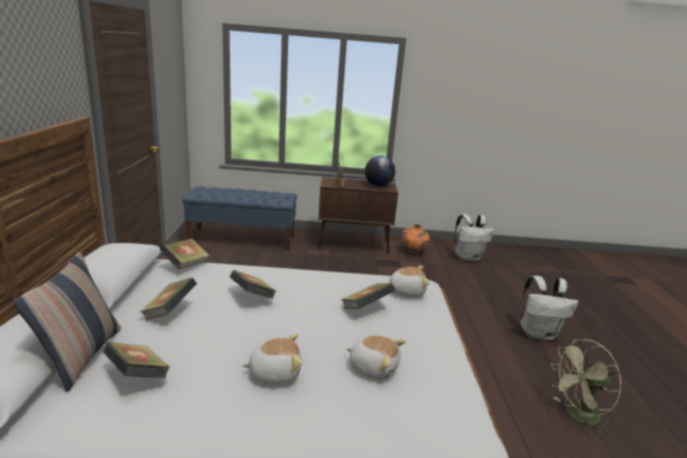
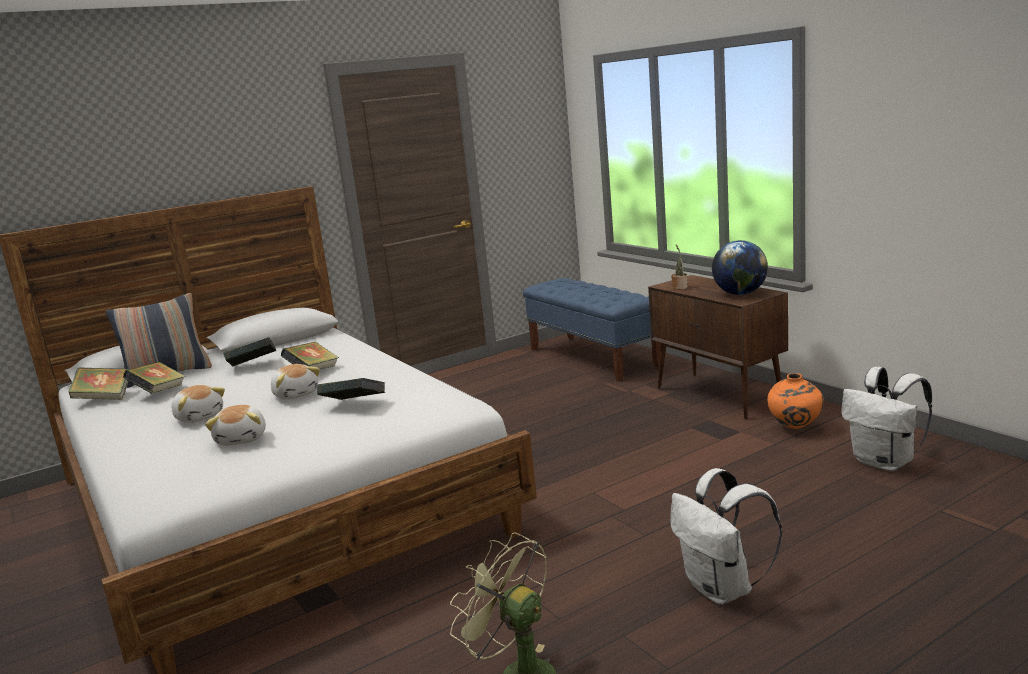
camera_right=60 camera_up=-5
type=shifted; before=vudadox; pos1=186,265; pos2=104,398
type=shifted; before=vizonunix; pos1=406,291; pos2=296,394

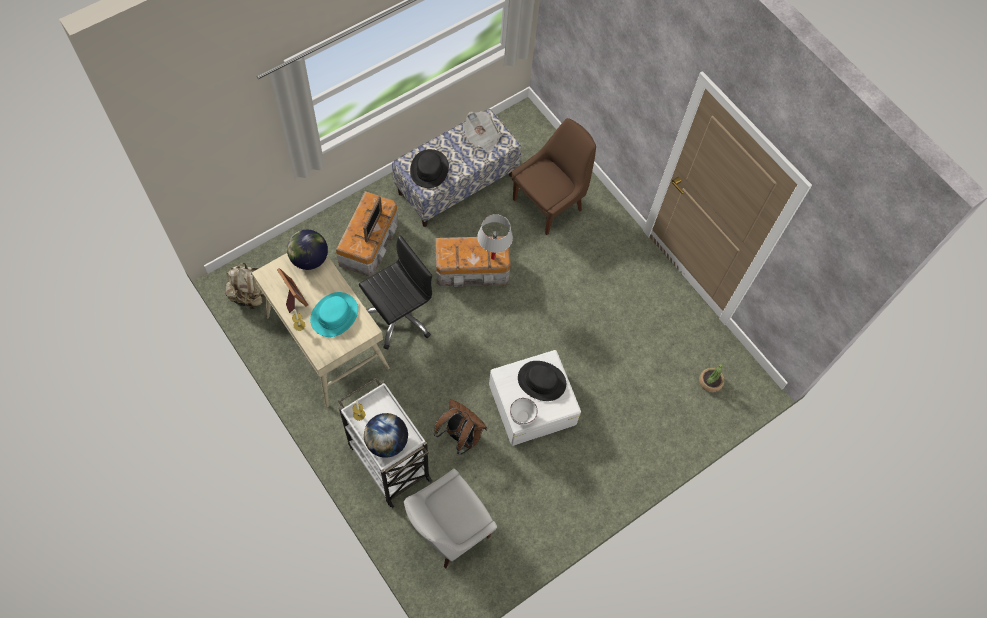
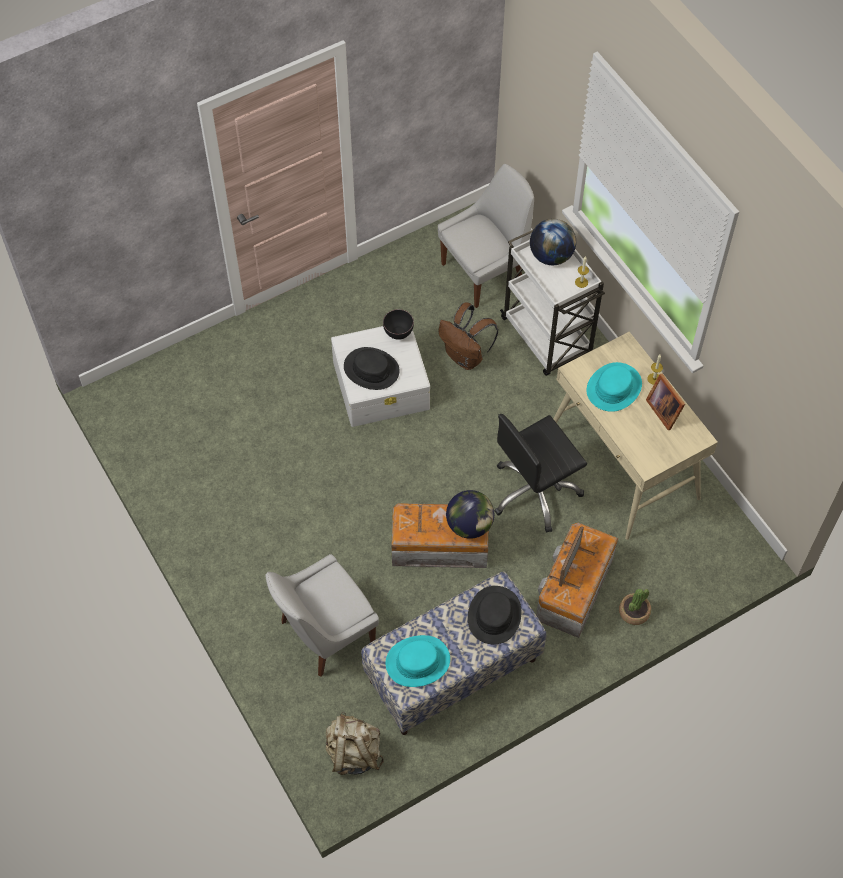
camera_right=-170 camera_up=-5
type=shifted; before=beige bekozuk; pos1=249,295; pos2=353,753
type=shifted; before=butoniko; pos1=309,259; pos2=469,525
type=swapped; before=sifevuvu; after=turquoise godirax; pos1=481,138; pos2=417,661
type=gone; before=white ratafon; pos1=493,257
type=repainted; before=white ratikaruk; after=black ratikaruk; pos1=523,417; pos2=397,334
type=repainted; before=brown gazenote; after=white gazenote; pos1=549,203; pos2=324,634
type=shifted; before=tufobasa; pos1=710,382; pos2=634,612

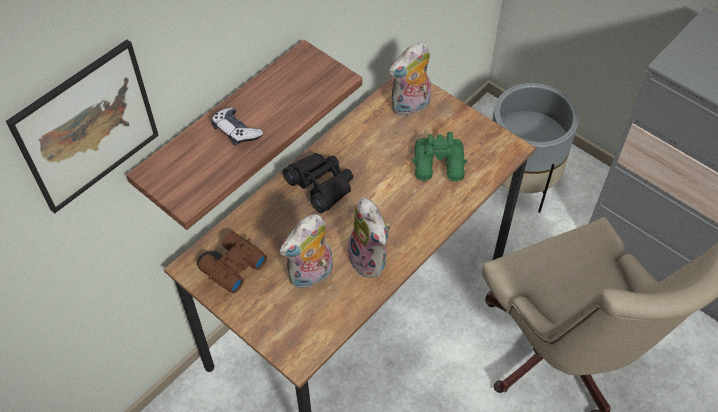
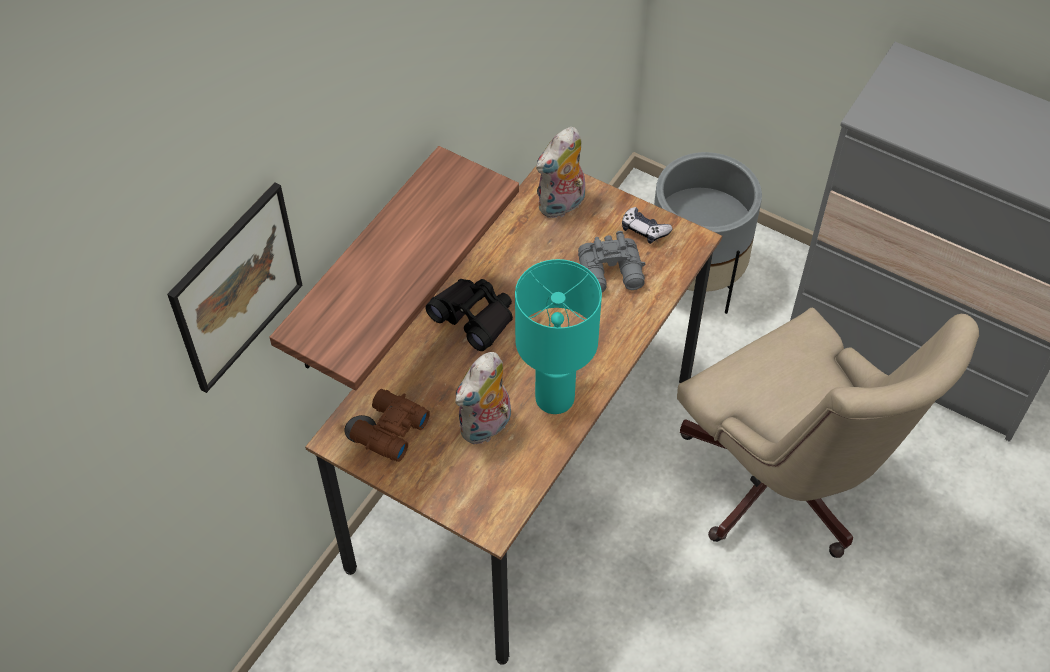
camera_right=-10 camera_up=0
type=shifted; before=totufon; pos1=236,131; pos2=644,230
type=swapped; before=vizonunix; after=turquoise ratafon; pos1=371,259; pos2=553,398
type=repainted; before=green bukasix; after=grey bukasix; pos1=439,166; pos2=612,274

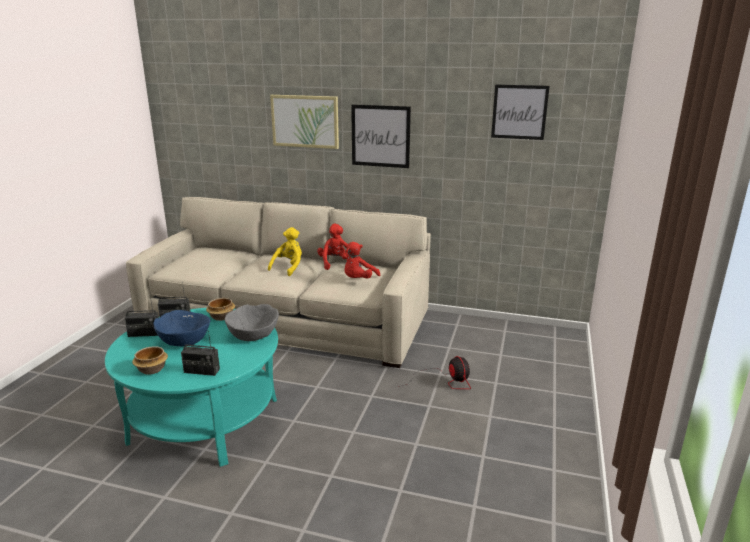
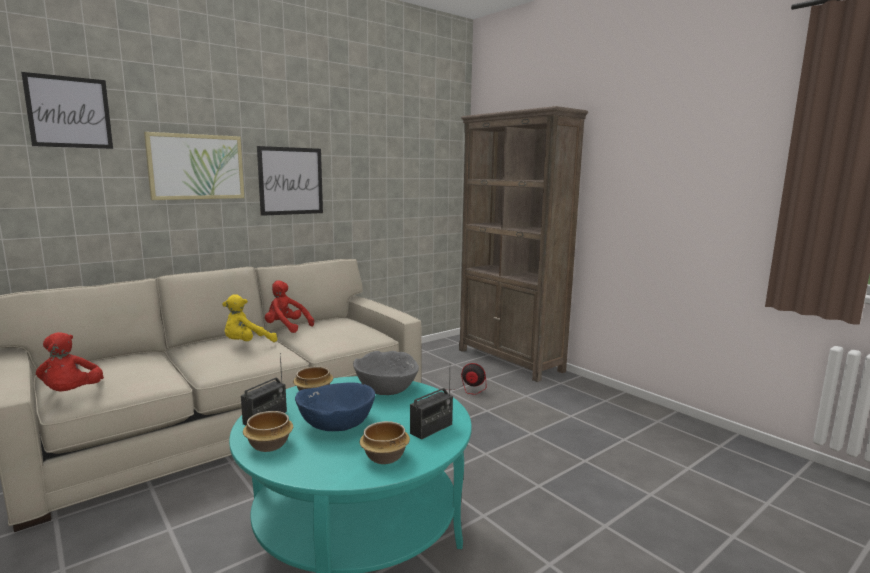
camera_right=-55 camera_up=-10
type=swapped; before=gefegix; after=ratikaruk; pos1=144,333; pos2=269,444
type=rotated; before=yellow vizonunix; pos1=289,267; pos2=247,344; turn=-105
type=shifted; before=red vizonunix; pos1=358,280; pos2=72,394
type=shifted; before=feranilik; pos1=519,112; pos2=69,112
type=new; after=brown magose; pos2=510,360

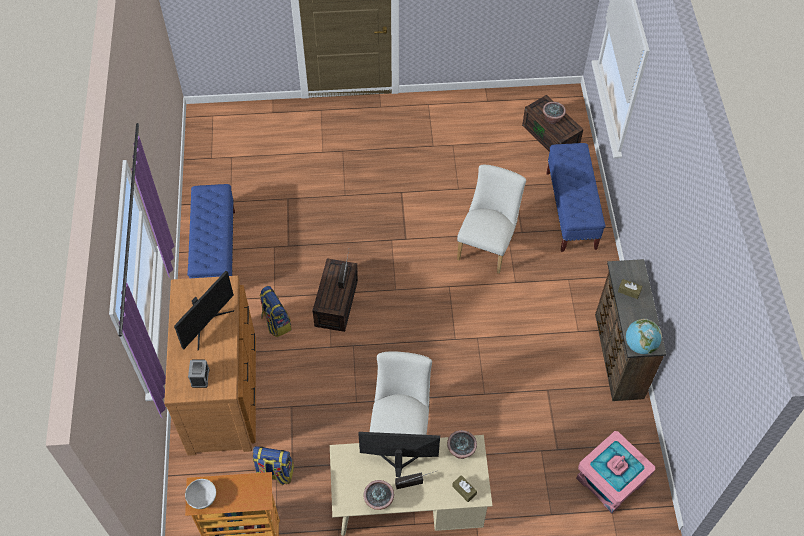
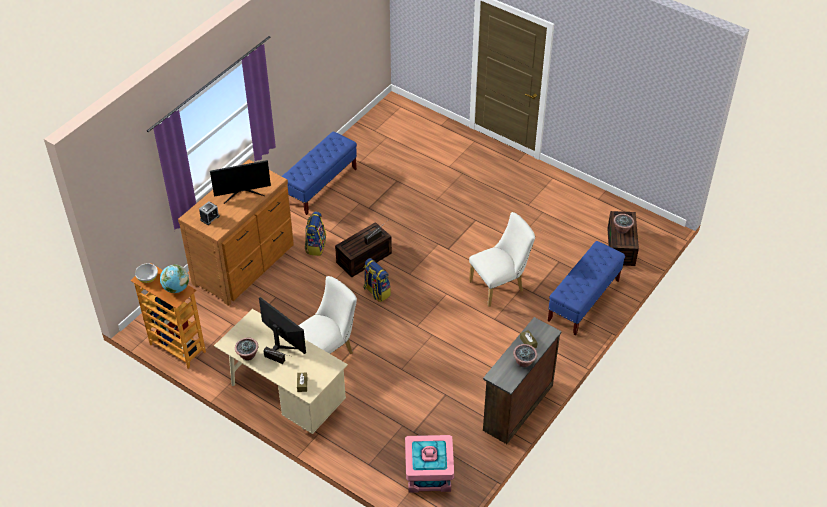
camera_right=40 camera_up=-10
type=shifted; before=bekozuk; pos1=275,473; pos2=376,292
type=shifted; before=tufobasa; pos1=461,450; pos2=524,362
type=shifted; before=butoniko; pos1=640,345; pos2=176,288

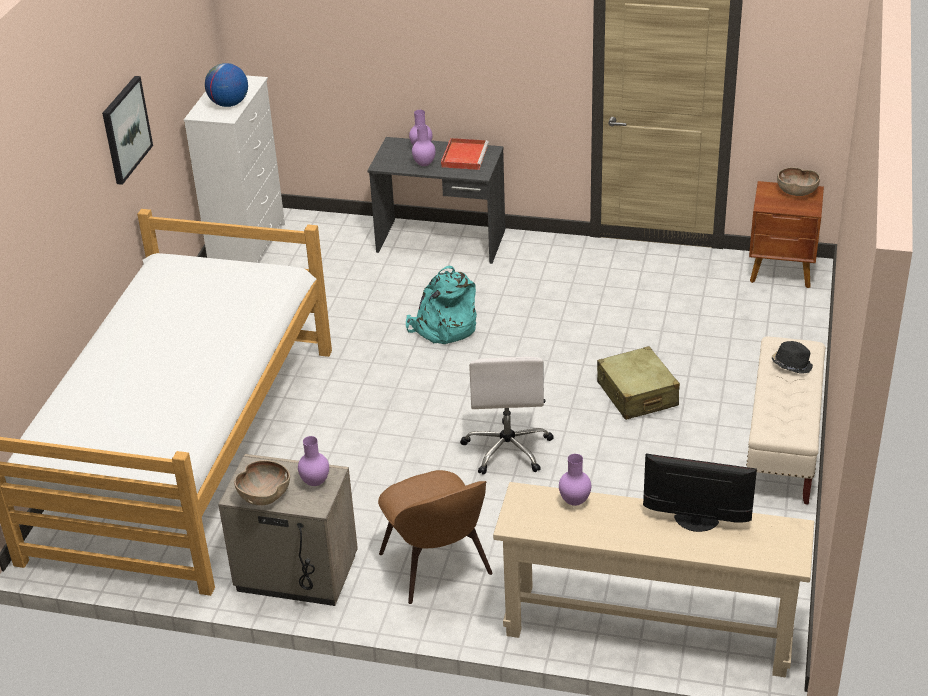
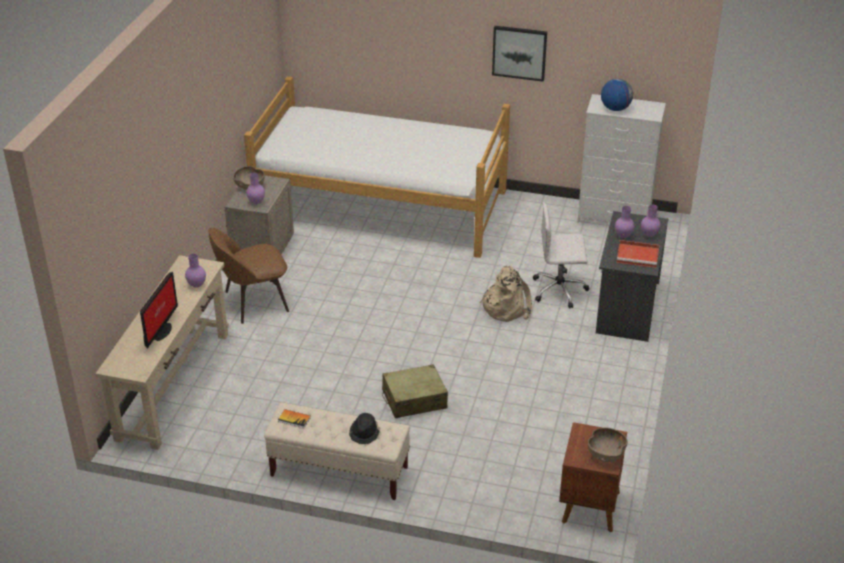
camera_right=90 camera_up=0
type=repainted; before=turquoise bekozuk; after=beige bekozuk; pos1=443,328; pos2=506,307
type=shifted; before=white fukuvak; pos1=508,448; pos2=560,290
type=new; after=vudadox; pos2=294,419

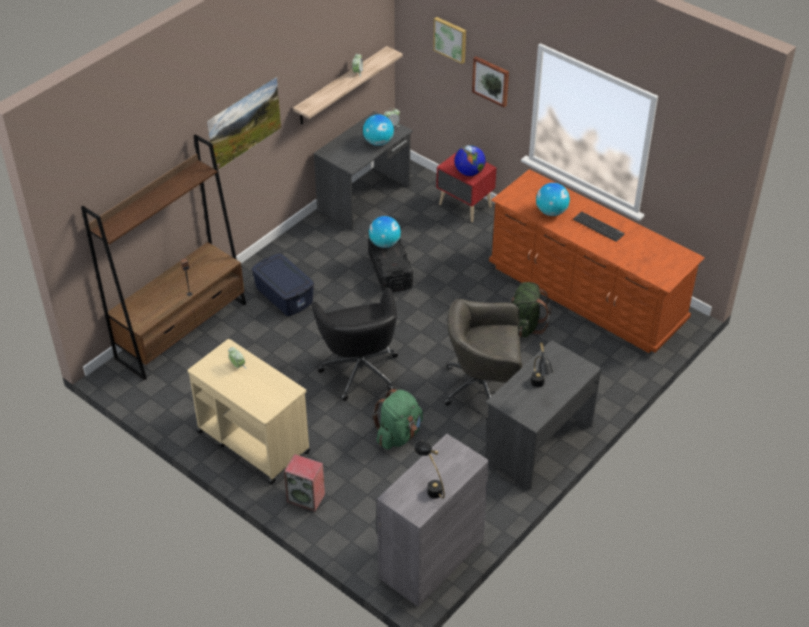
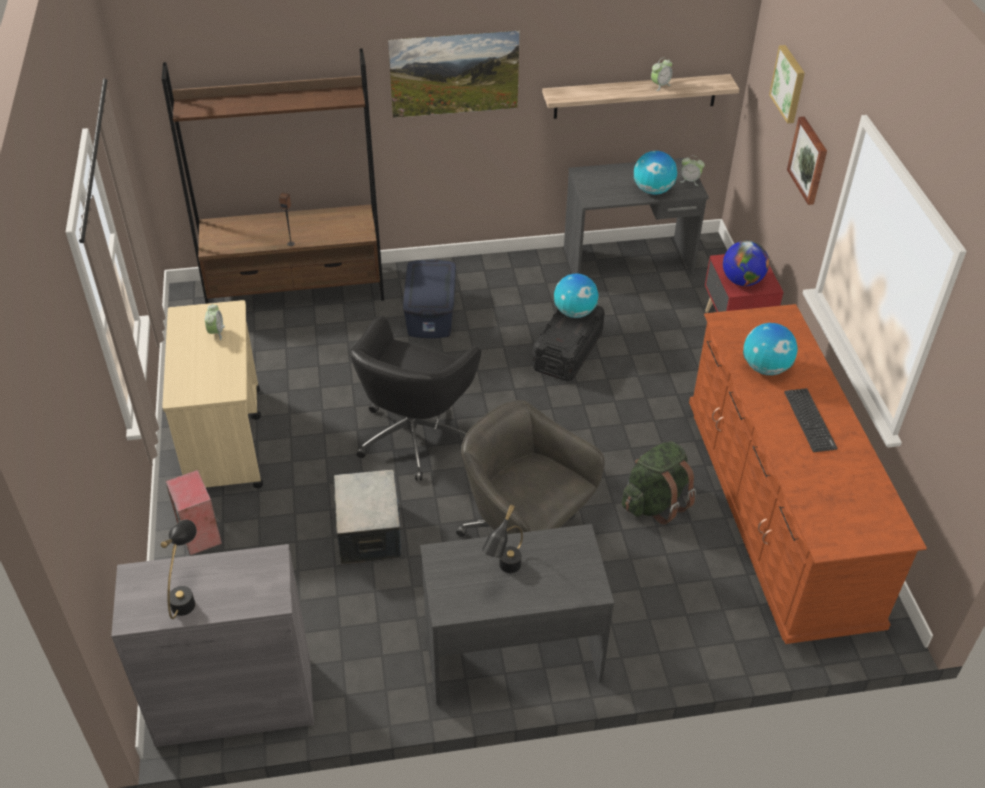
camera_right=40 camera_up=0
type=swapped; before=green bekozuk; after=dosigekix; pos1=398,434; pos2=370,532

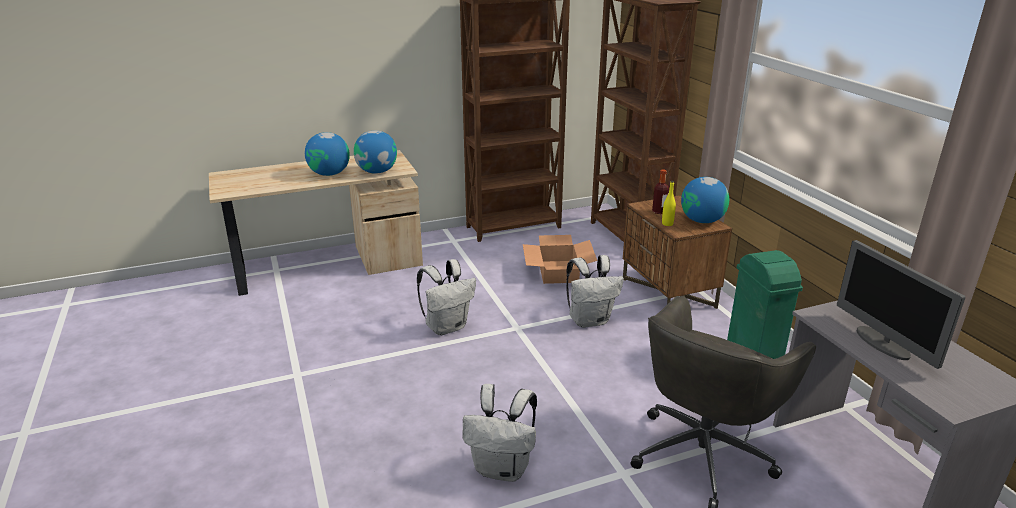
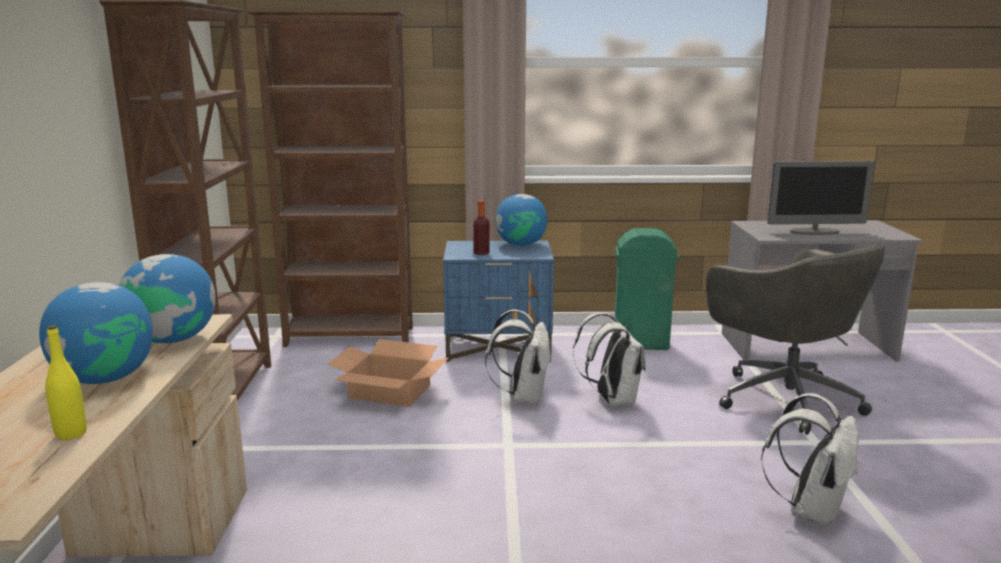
camera_right=-70 camera_up=-10
type=shifted; before=white bekozuk; pos1=447,326; pos2=612,400
type=repainted; before=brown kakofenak; after=blue kakofenak; pos1=669,293; pos2=498,348
type=shifted; before=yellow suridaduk; pos1=667,224; pos2=71,434

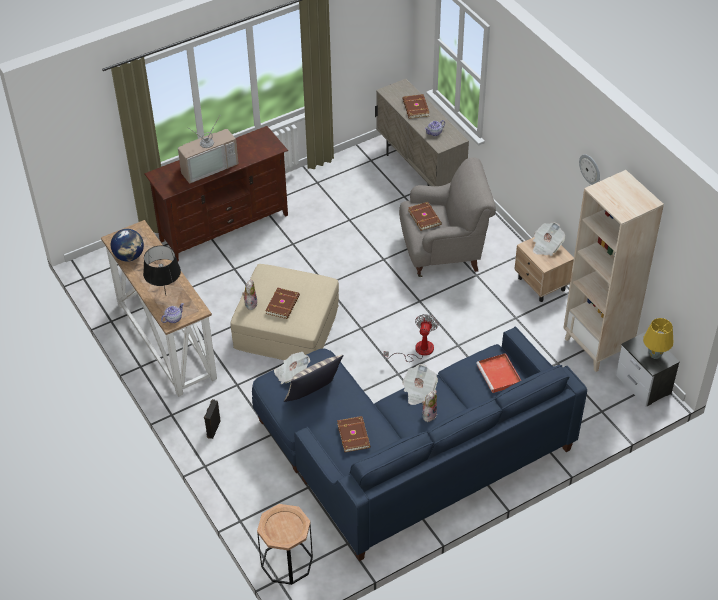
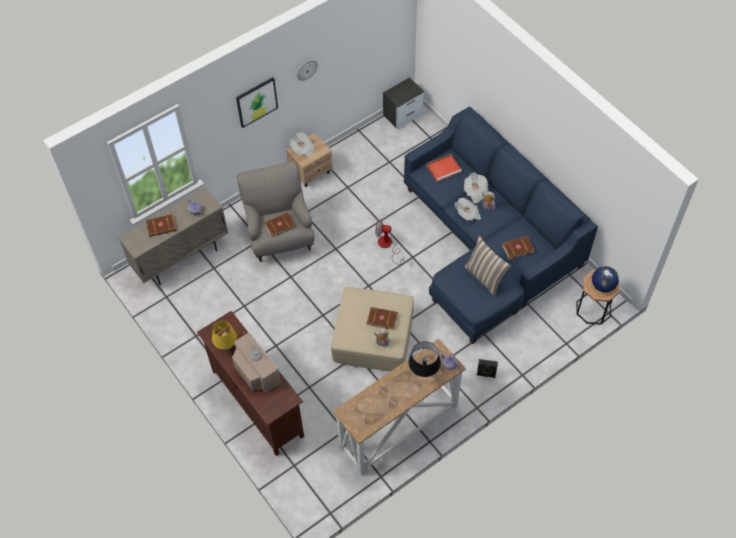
camera_right=-95 camera_up=10
type=shifted; before=butoniko; pos1=129,256; pos2=603,286
type=shifted; before=sifevuvu; pos1=292,374; pos2=475,192
type=gone; before=beige magose; pos1=597,347
type=shifted; before=yellow ratafon; pos1=655,355; pos2=226,346
type=new; after=feranilik; pos2=256,102

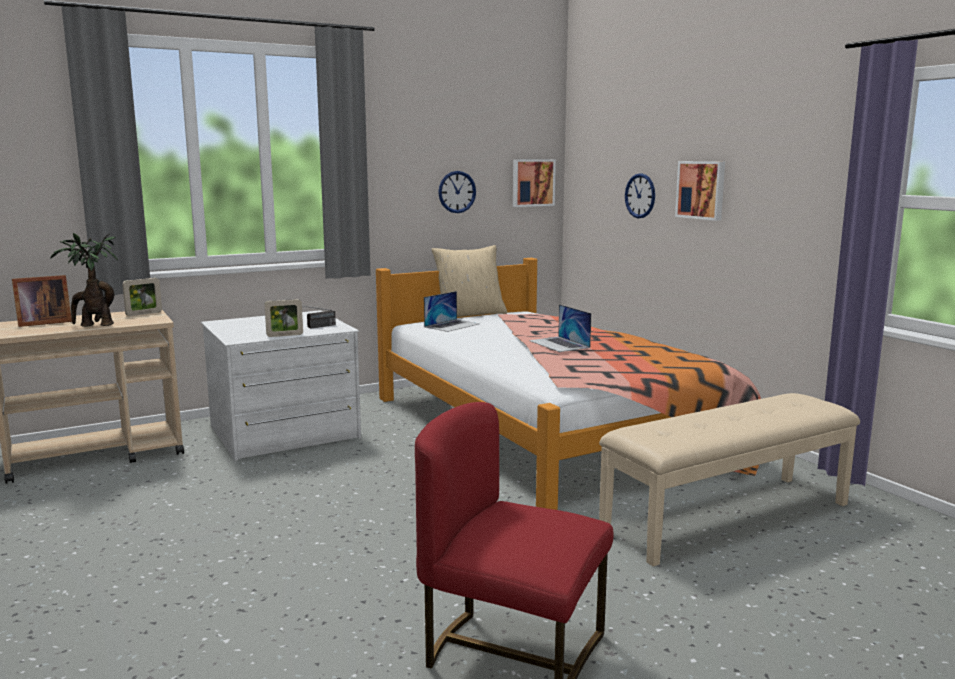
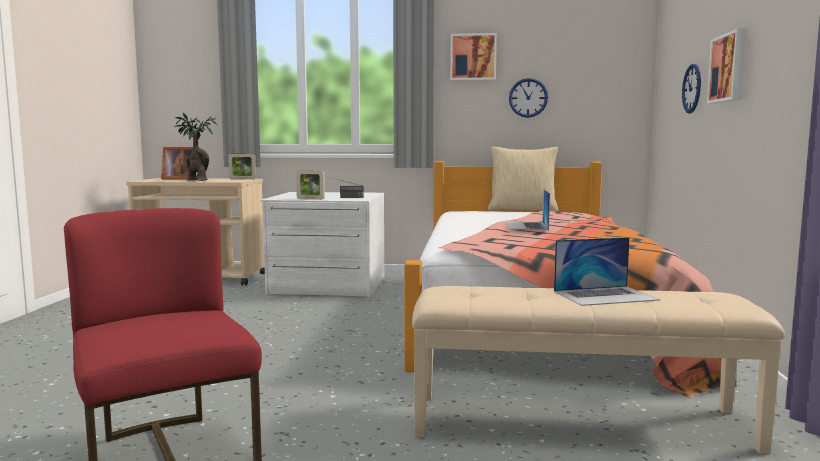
camera_right=35 camera_up=-5
type=shifted; before=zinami; pos1=452,325; pos2=605,295
type=shifted; before=feranilik; pos1=532,182; pos2=473,57

